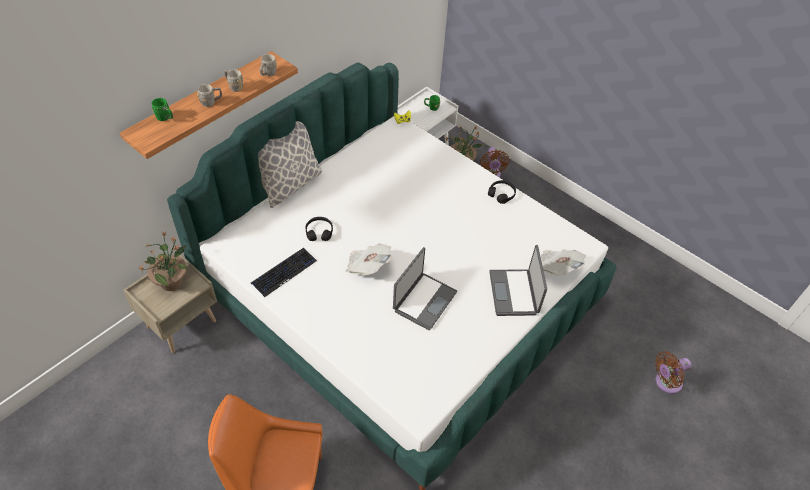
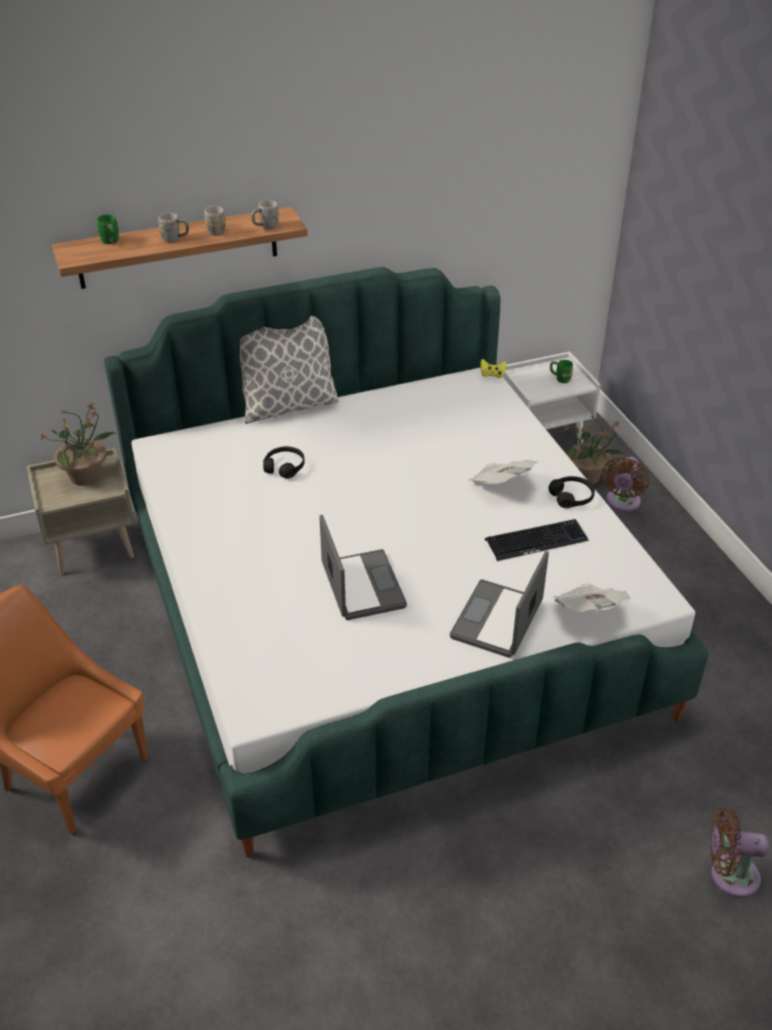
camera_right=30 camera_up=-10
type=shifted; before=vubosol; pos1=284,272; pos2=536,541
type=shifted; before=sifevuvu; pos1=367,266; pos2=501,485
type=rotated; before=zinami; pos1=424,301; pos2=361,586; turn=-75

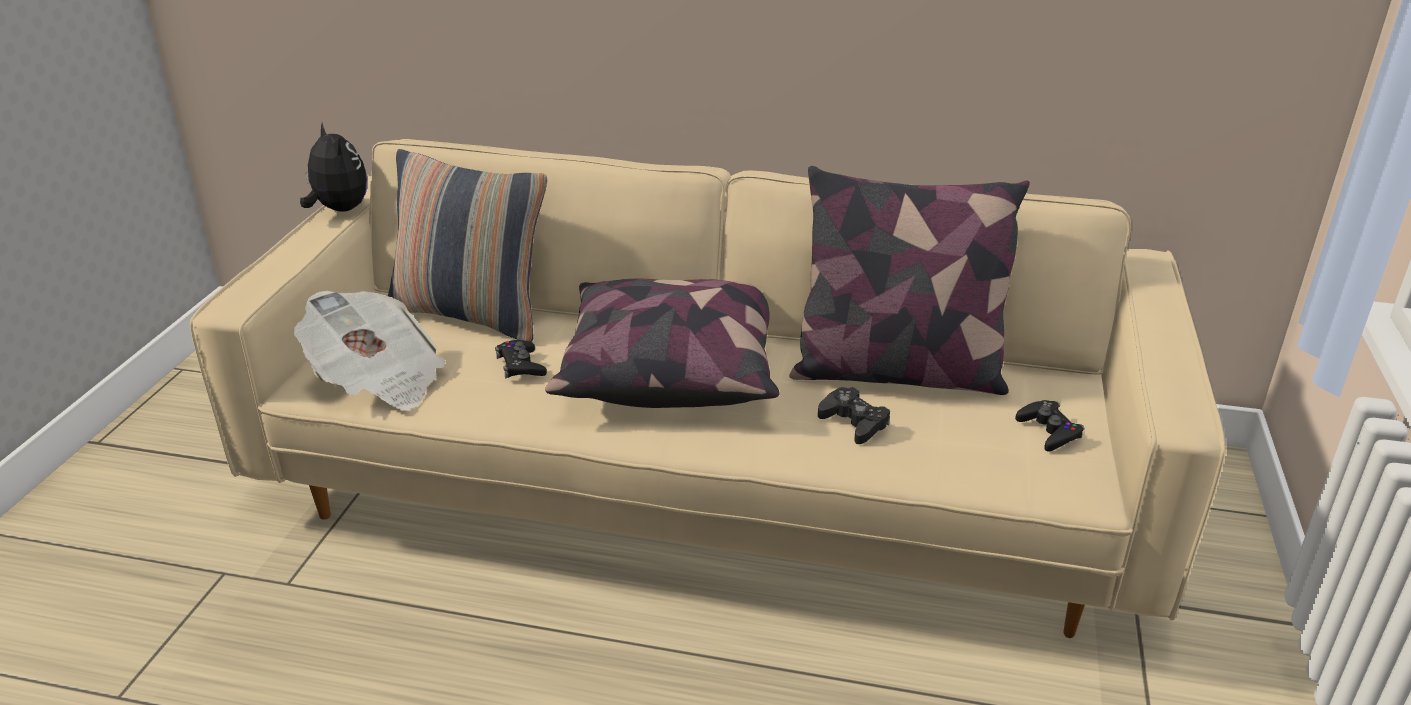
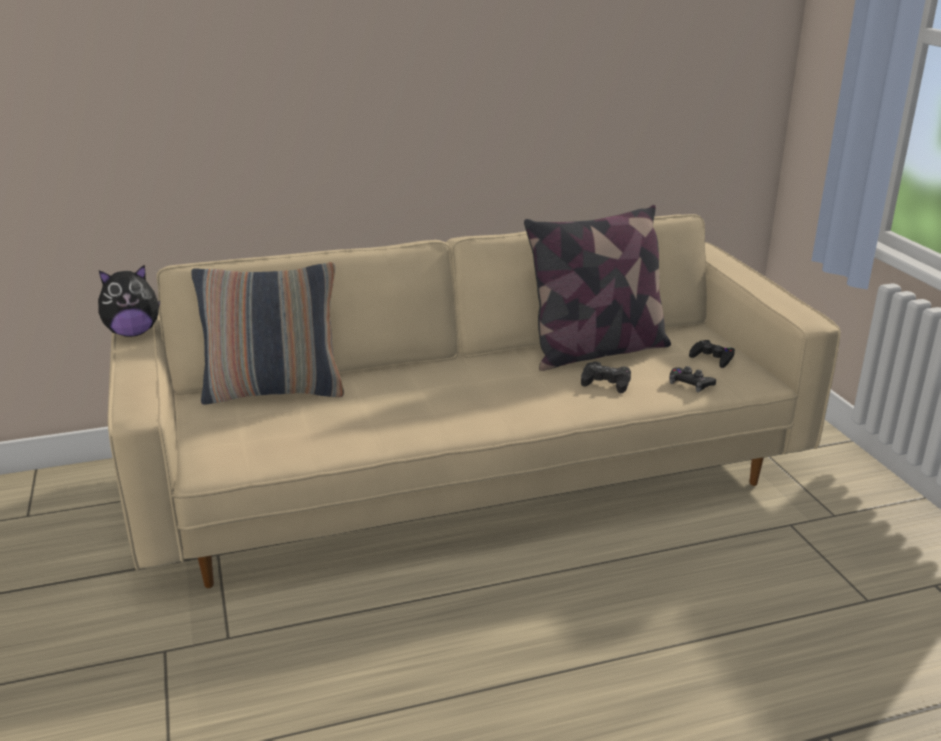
camera_right=-30 camera_up=-5
type=gone; before=sifevuvu; pos1=378,380
type=rotated; before=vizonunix; pos1=339,209; pos2=133,333; turn=135
type=shifted; before=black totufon; pos1=520,366; pos2=690,384
type=gone; before=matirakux; pos1=669,370

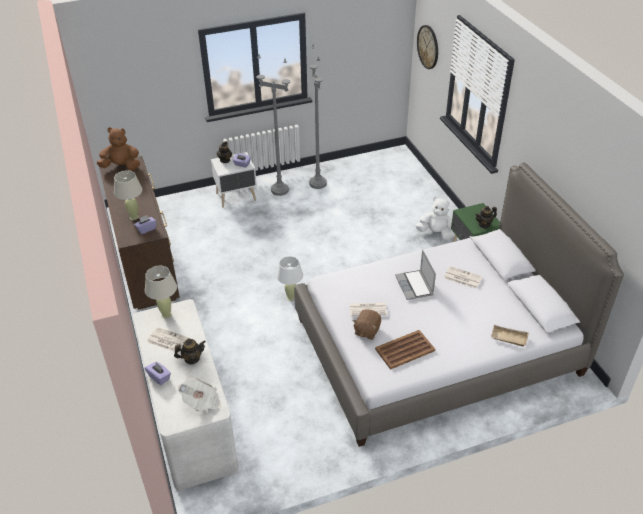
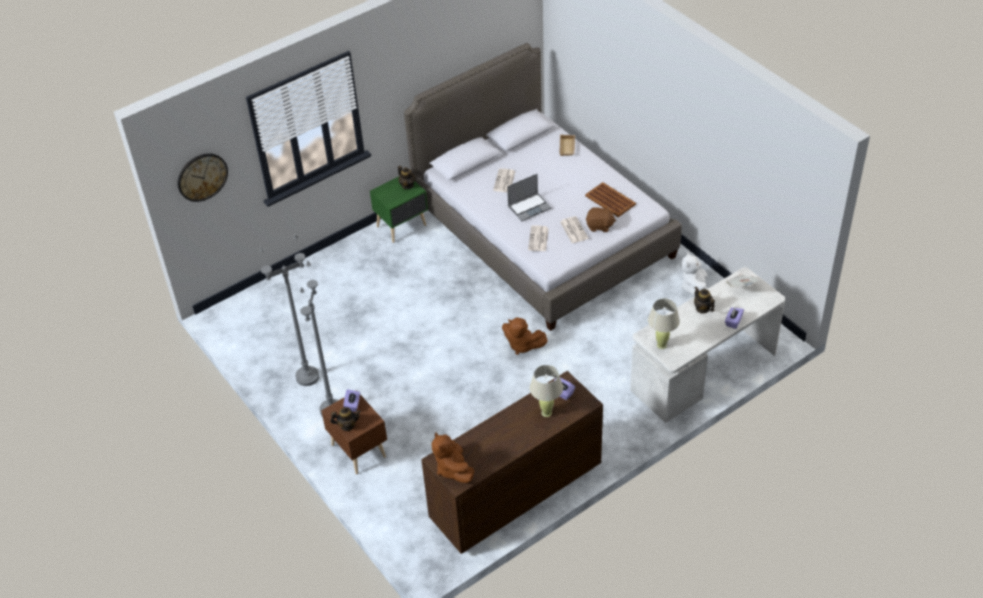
camera_right=-105 camera_up=5
type=shifted; before=sifevuvu; pos1=167,340; pos2=538,239
type=repainted; before=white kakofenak; after=brown kakofenak; pos1=237,197; pos2=359,449
type=swapped; before=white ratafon; after=brown vizonunix; pos1=291,298; pos2=522,345
type=shifted; before=white vizonunix; pos1=436,233; pos2=694,288

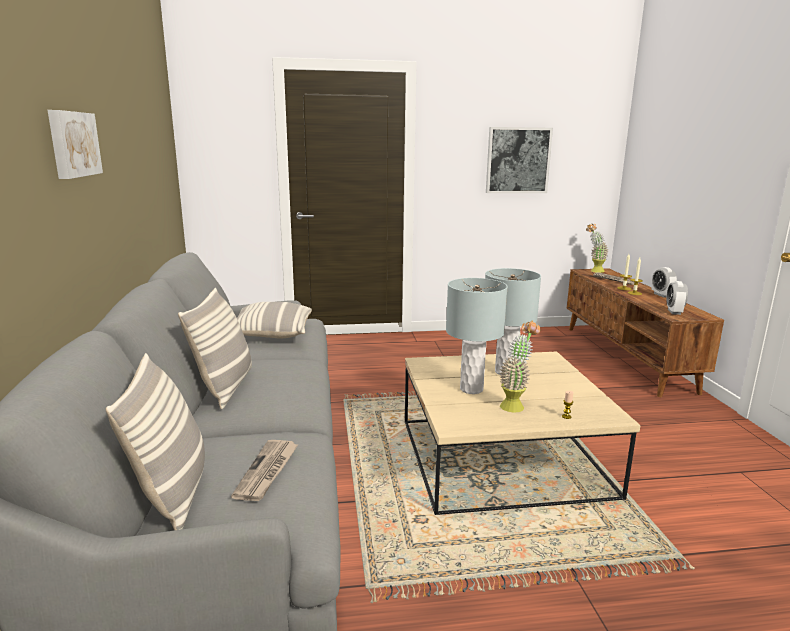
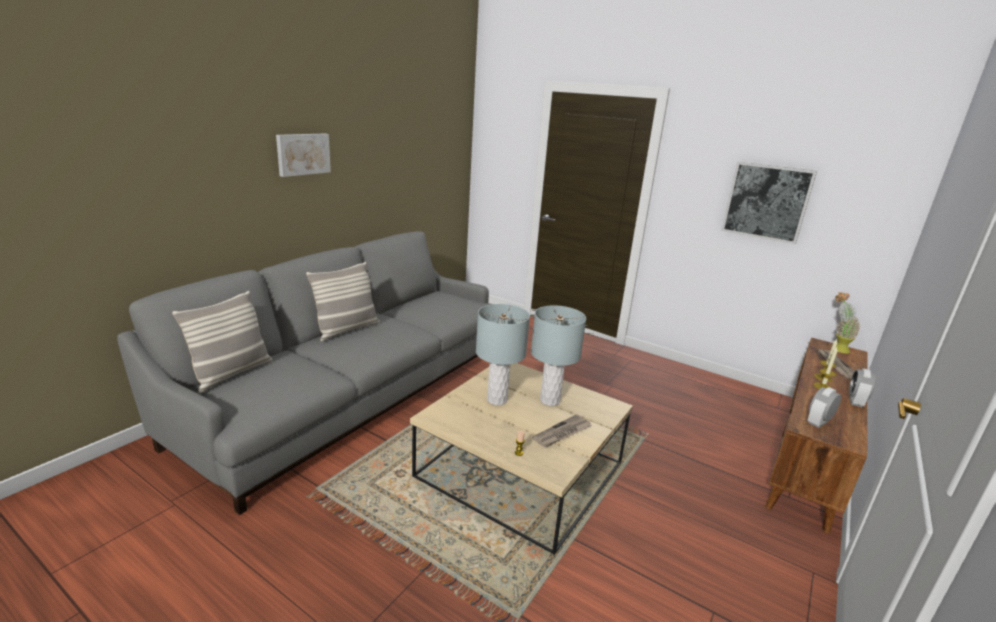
camera_right=40 camera_up=5
type=shifted; before=sifevuvu; pos1=267,471; pos2=562,433
type=gone; before=matirakux; pos1=271,334
type=gone; before=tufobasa; pos1=515,405

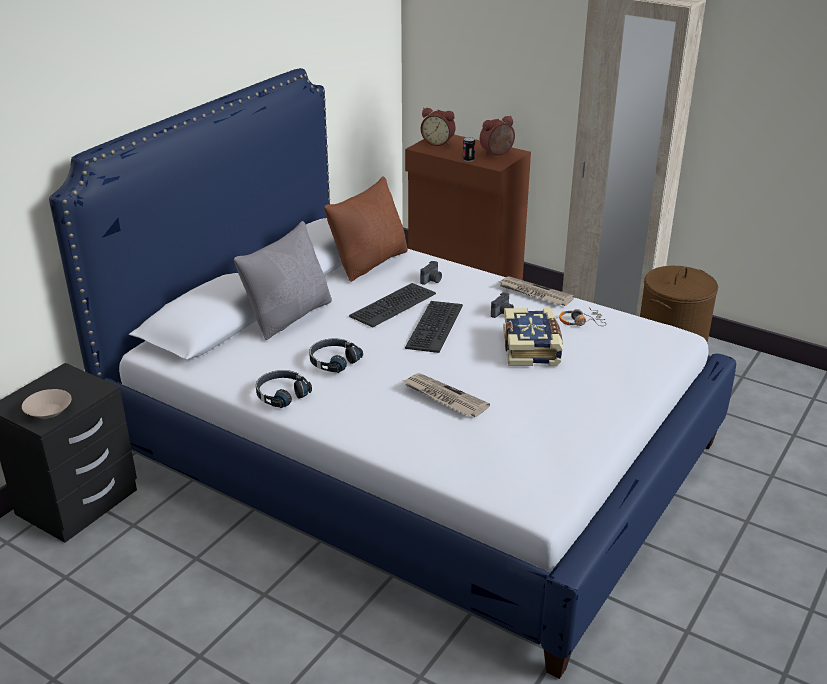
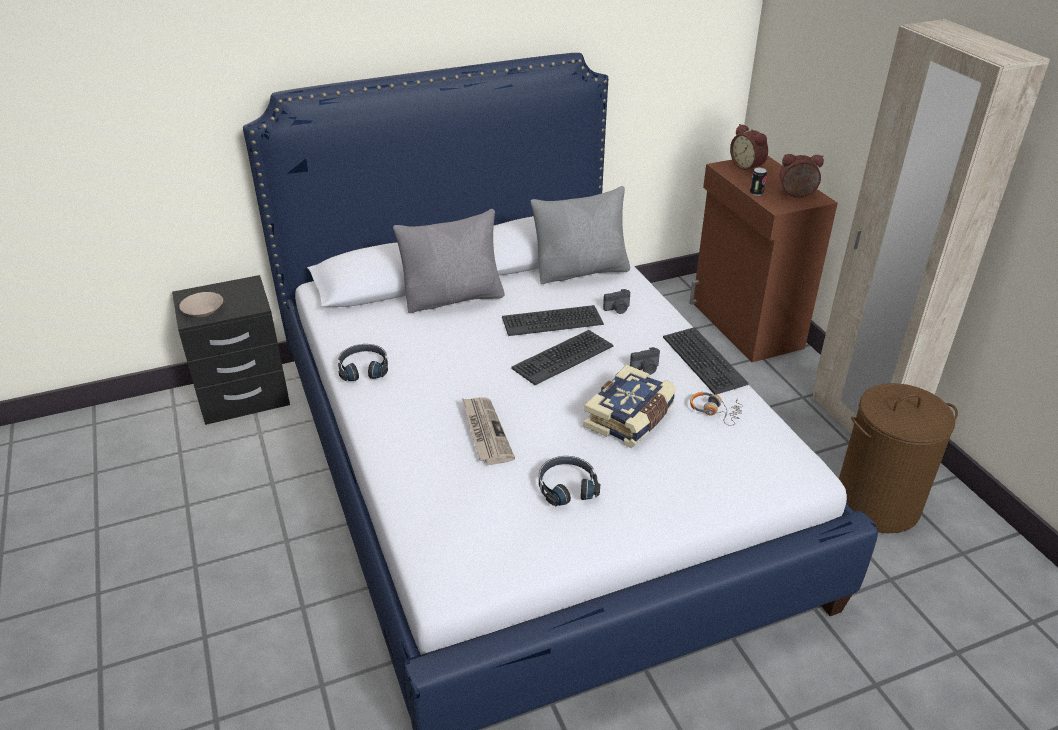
camera_right=35 camera_up=5
type=shifted; before=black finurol; pos1=333,361; pos2=567,486
type=repainted; before=brown matirakux; after=grey matirakux; pos1=370,262; pos2=581,271
type=swapped; before=sifevuvu; after=vubosol; pos1=534,293; pos2=703,361

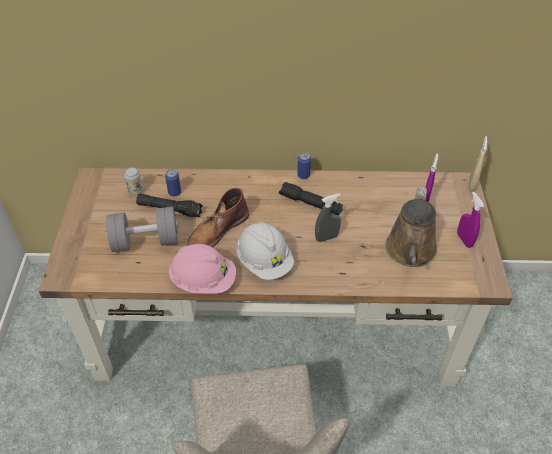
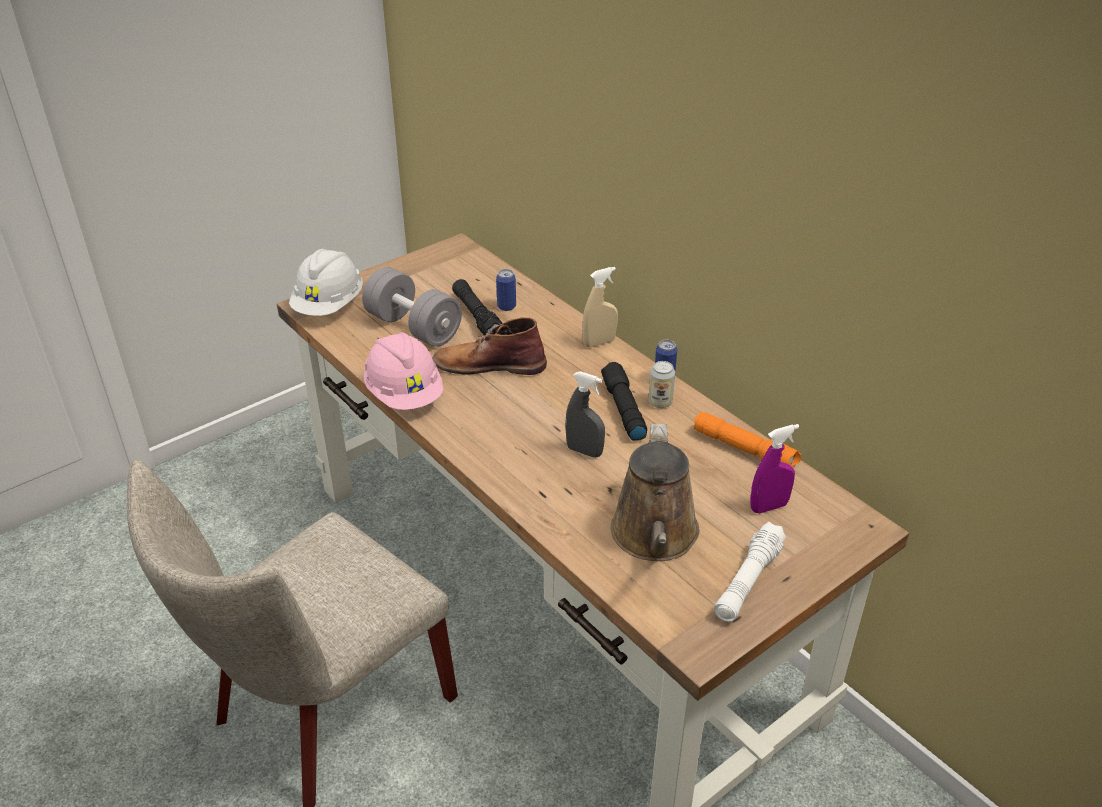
camera_right=50 camera_up=-10
type=shifted; before=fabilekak; pos1=135,191; pos2=660,402
type=shifted; before=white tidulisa; pos1=264,261; pos2=329,305
type=rotated; before=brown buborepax; pos1=410,252; pos2=655,537; turn=-60
type=swapped; before=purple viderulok; after=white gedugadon; pos1=464,240; pos2=748,581
type=shifted; before=beige viderulok; pos1=472,184; pos2=599,342
type=new; after=orange gedugadon; pos2=745,450

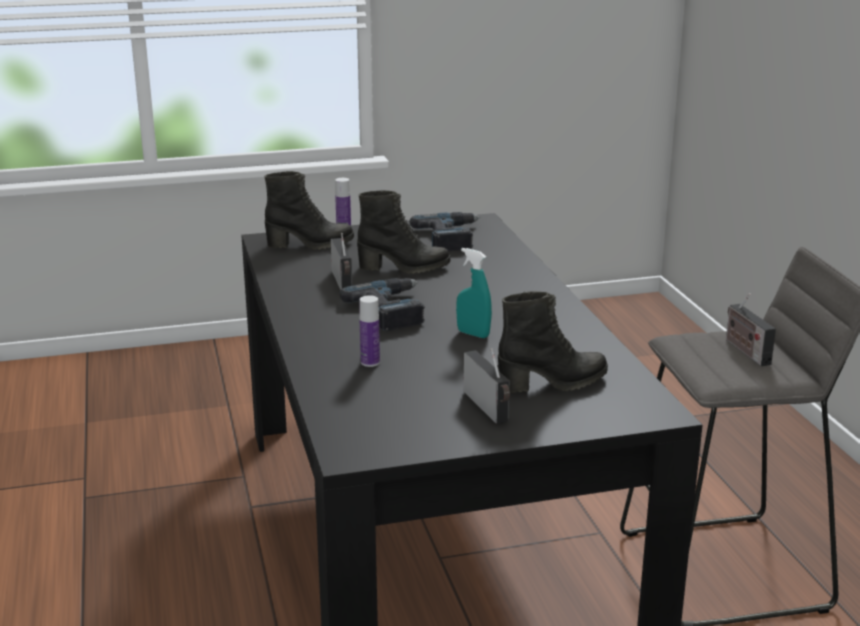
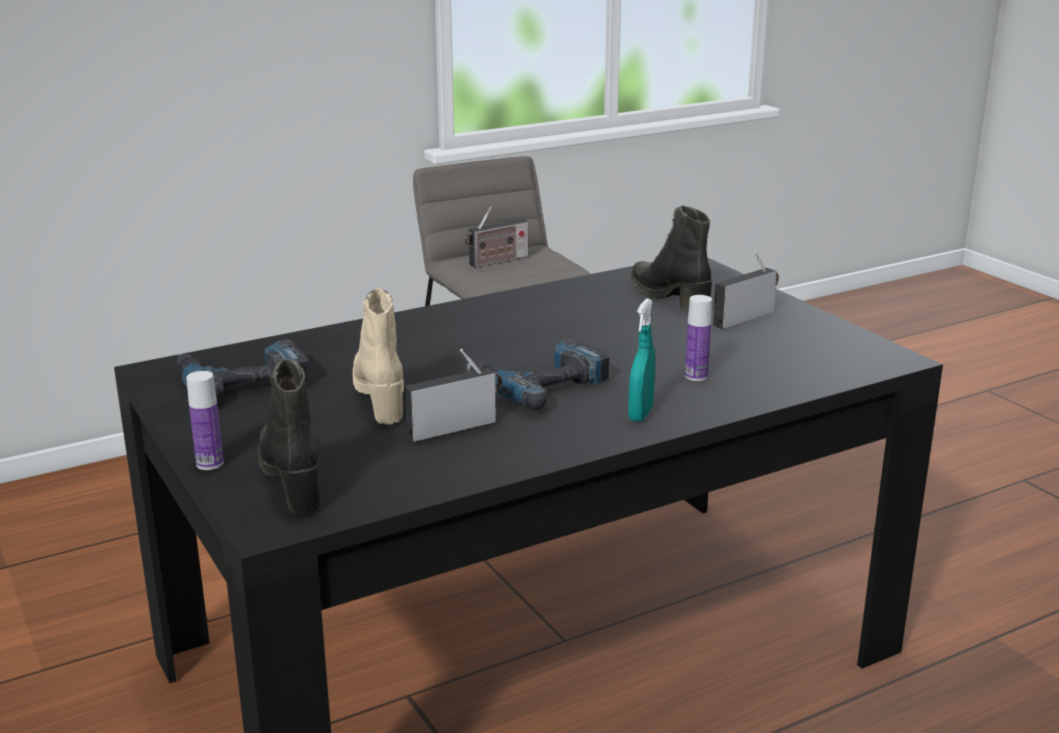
camera_right=-105 camera_up=0
type=repainted; before=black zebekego; after=beige zebekego; pos1=404,268; pos2=381,396
type=shifted; before=turquoise viderulok; pos1=473,334; pos2=640,414

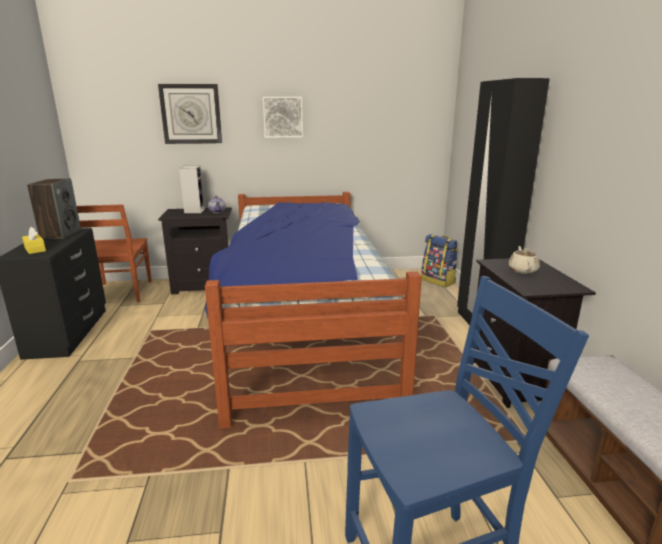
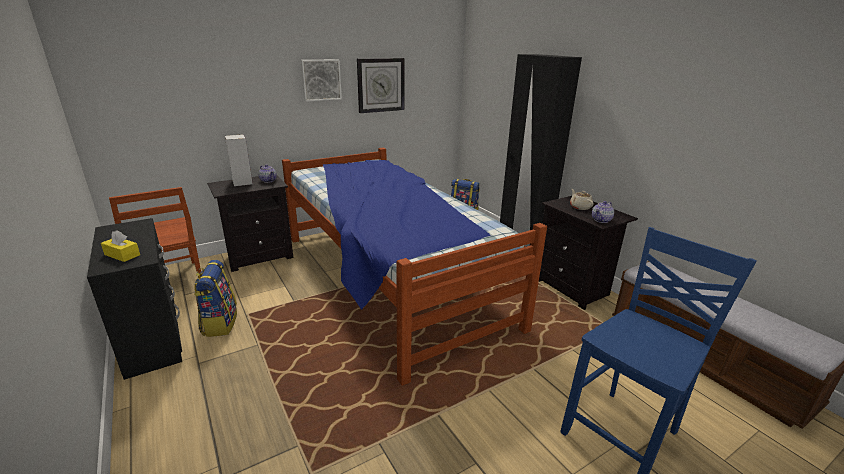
camera_right=-25 camera_up=5
type=gone; before=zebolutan; pos1=60,234
type=shifted; before=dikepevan; pos1=191,114; pos2=381,85
type=new; after=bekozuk; pos2=219,323
type=new; after=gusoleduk; pos2=601,220

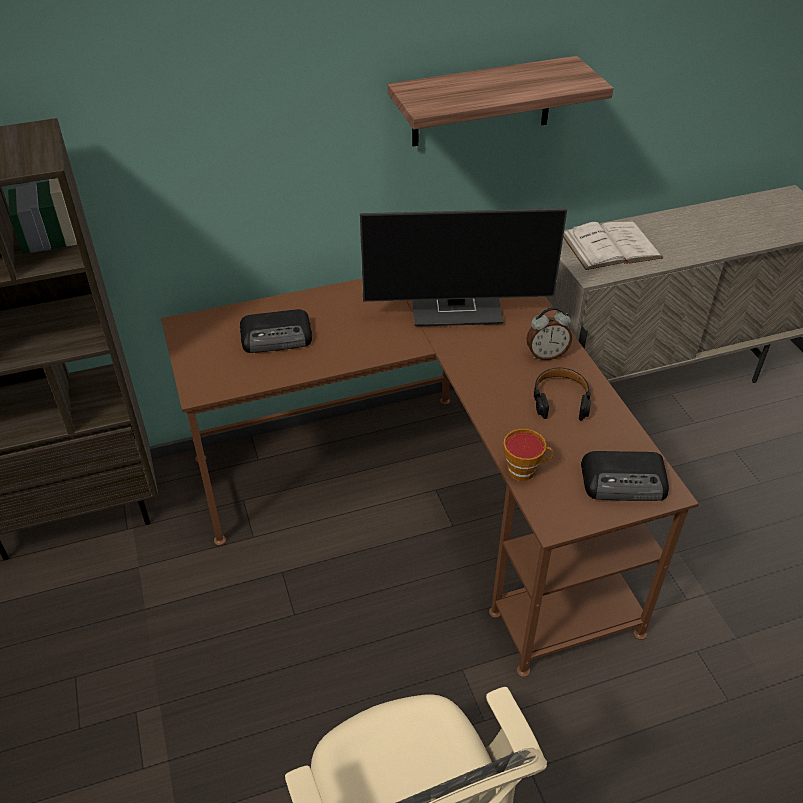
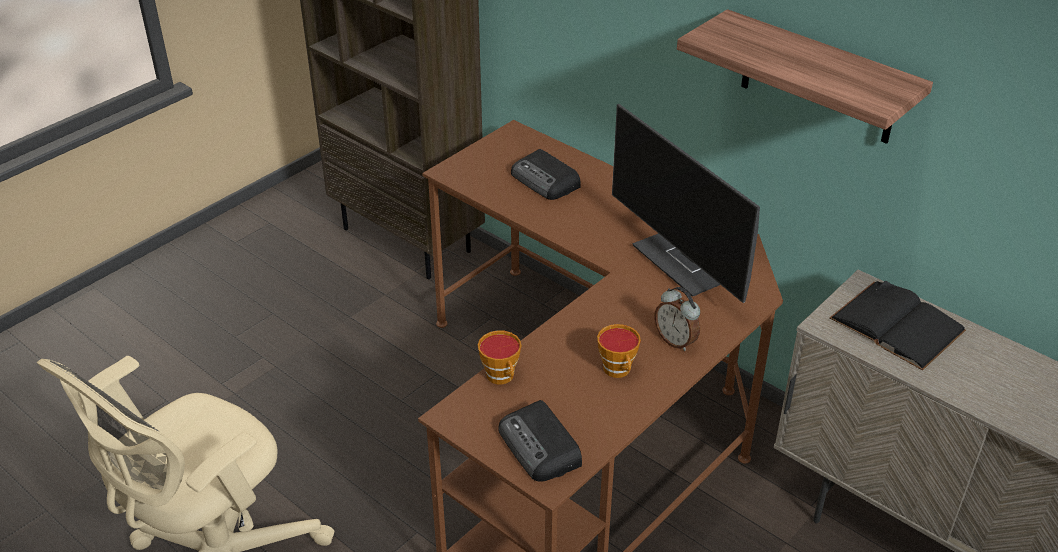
camera_right=60 camera_up=-5
type=swapped; before=black finurol; after=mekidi; pos1=560,399; pos2=618,370
type=repainted; before=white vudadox; after=black vudadox; pos1=611,246; pos2=897,324

